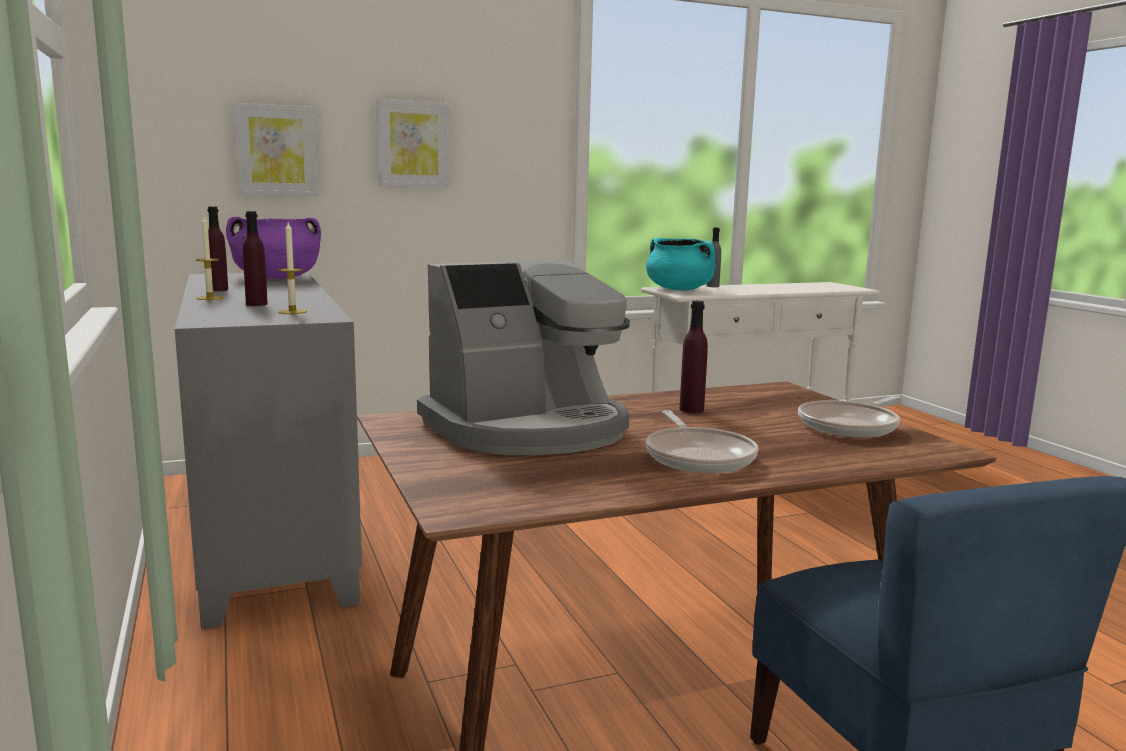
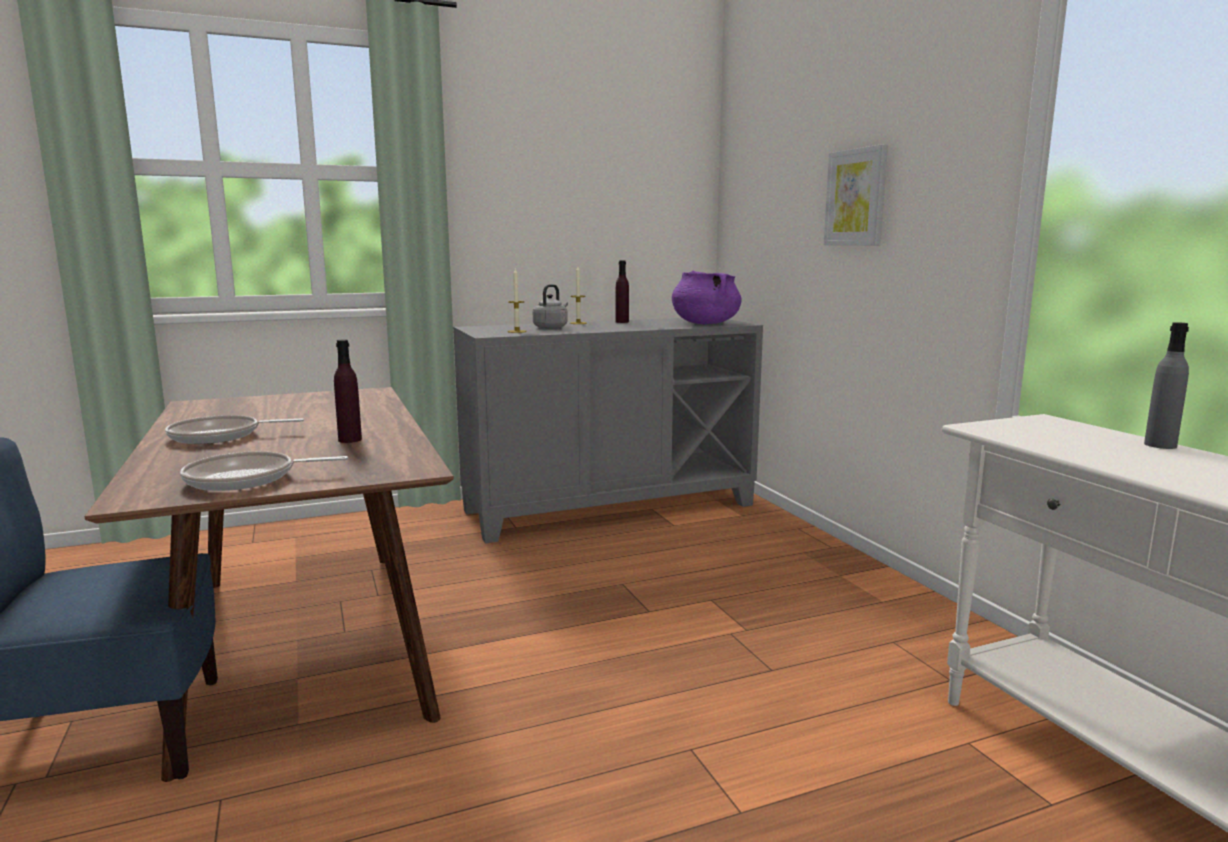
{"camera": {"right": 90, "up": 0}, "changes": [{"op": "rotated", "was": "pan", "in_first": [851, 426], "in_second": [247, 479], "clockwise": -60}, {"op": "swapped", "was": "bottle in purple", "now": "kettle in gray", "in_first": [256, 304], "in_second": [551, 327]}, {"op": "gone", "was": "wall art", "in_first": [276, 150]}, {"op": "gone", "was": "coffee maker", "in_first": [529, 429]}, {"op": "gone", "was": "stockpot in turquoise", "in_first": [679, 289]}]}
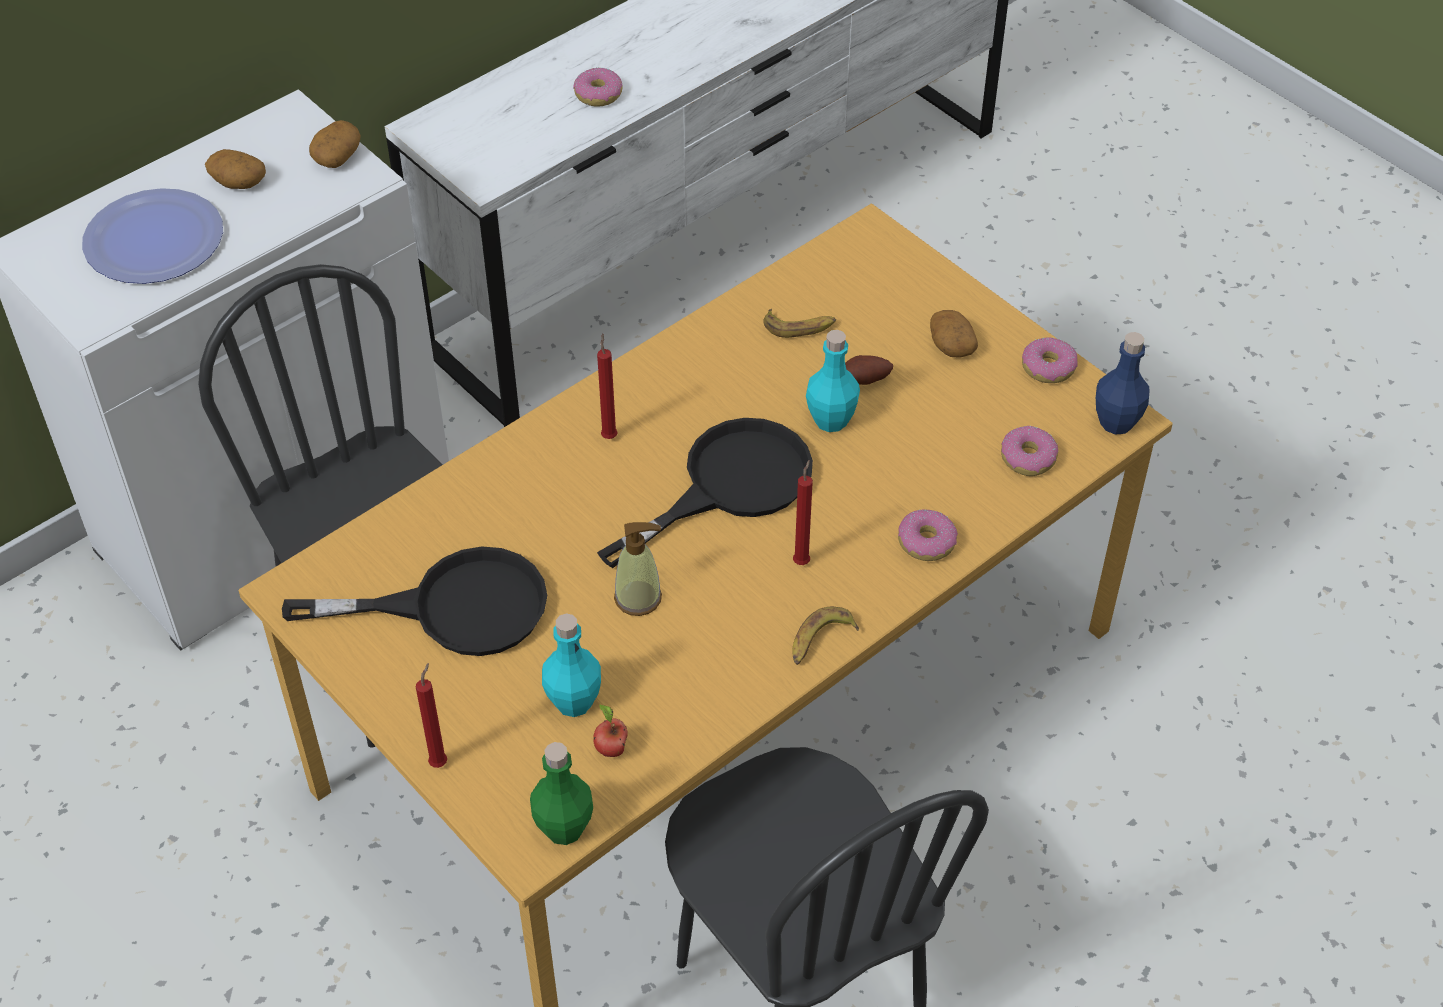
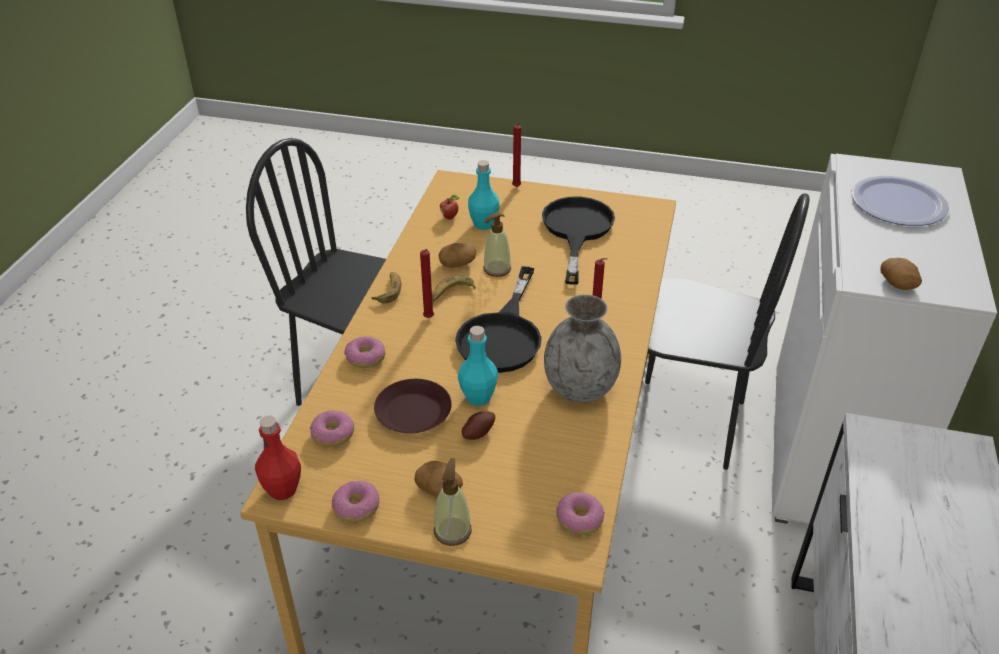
{"camera": {"right": 145, "up": -10}, "changes": [{"op": "repainted", "was": "bottle in bluish", "now": "bottle in red", "in_first": [1116, 422], "in_second": [282, 489]}, {"op": "new", "now": "dinner plate in brown-coloured", "in_second": [412, 413]}, {"op": "shifted", "was": "banana", "in_first": [799, 327], "in_second": [451, 293]}, {"op": "new", "now": "soap bottle", "in_second": [452, 531]}, {"op": "shifted", "was": "potato", "in_first": [237, 182], "in_second": [457, 263]}, {"op": "rotated", "was": "pan in black", "in_first": [454, 608], "in_second": [576, 231], "clockwise": 135}, {"op": "new", "now": "flower vase in gray", "in_second": [580, 388]}, {"op": "shifted", "was": "ring doughnut", "in_first": [598, 95], "in_second": [579, 519]}, {"op": "gone", "was": "bottle in greenish", "in_first": [564, 828]}]}
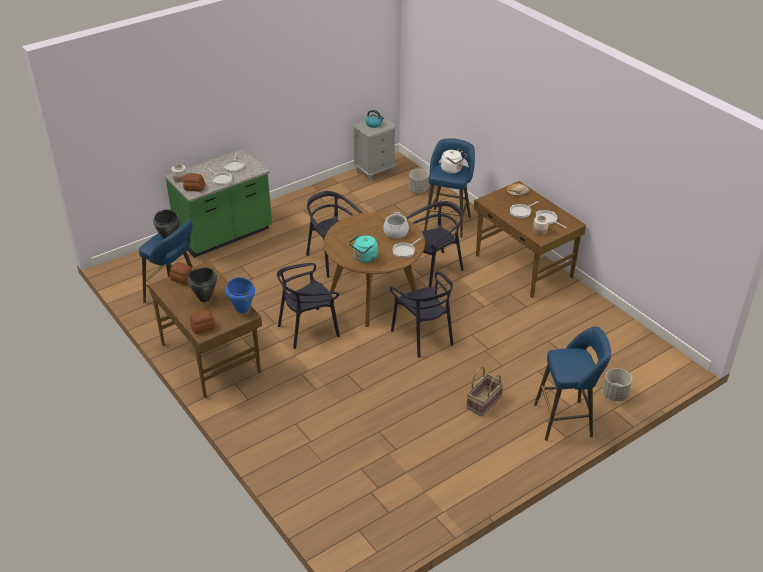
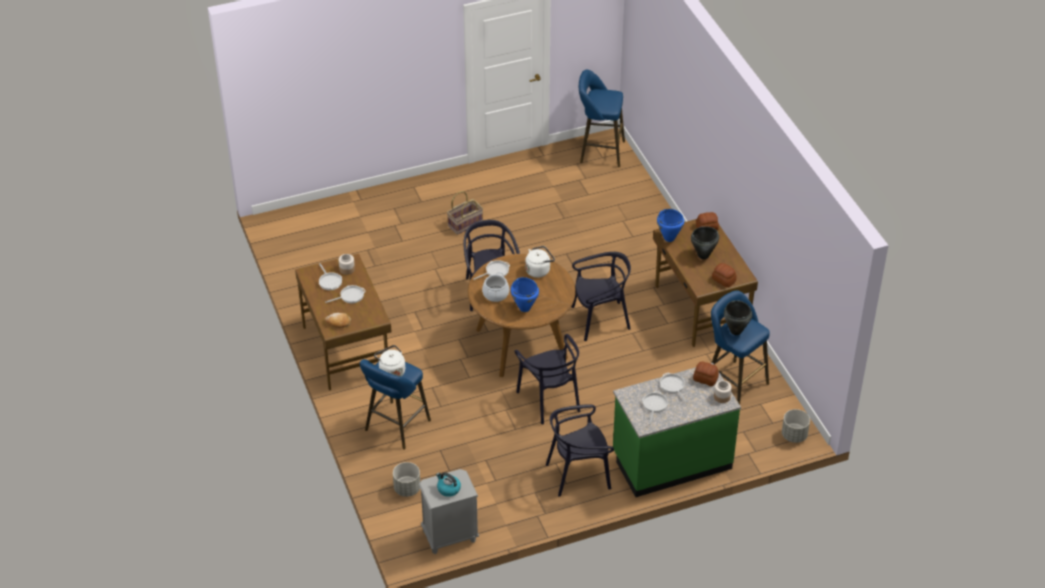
{"camera": {"right": -165, "up": 5}, "changes": [{"op": "new", "now": "stockpot in bluish", "in_second": [524, 308]}, {"op": "repainted", "was": "kettle in turquoise", "now": "kettle in white-coloured", "in_first": [364, 258], "in_second": [539, 270]}, {"op": "shifted", "was": "chair in black", "in_first": [434, 268], "in_second": [578, 474]}, {"op": "shifted", "was": "stool in bluish", "in_first": [566, 420], "in_second": [599, 151]}, {"op": "shifted", "was": "planter in gray", "in_first": [614, 394], "in_second": [794, 435]}]}
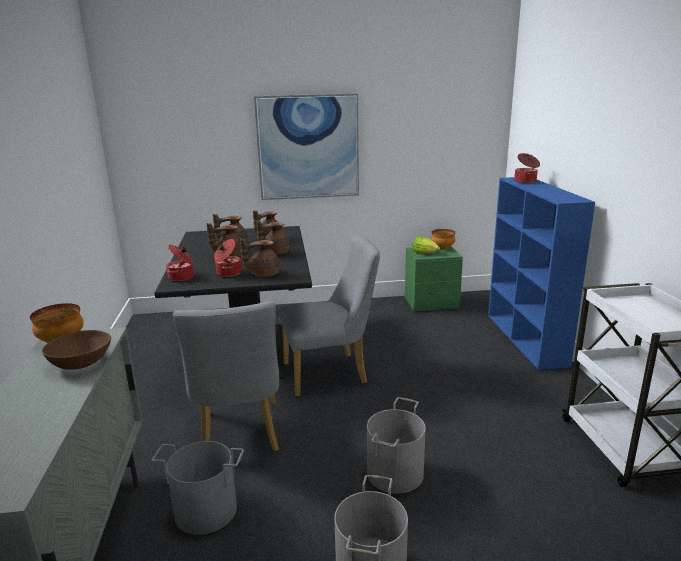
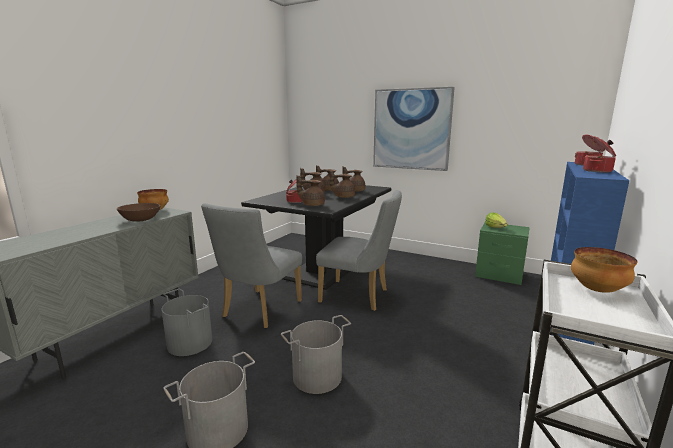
{"camera": {"right": 35, "up": -5}, "changes": [{"op": "shifted", "was": "serving bowl", "in_first": [442, 248], "in_second": [596, 290]}, {"op": "shifted", "was": "stockpot", "in_first": [182, 277], "in_second": [598, 171]}]}
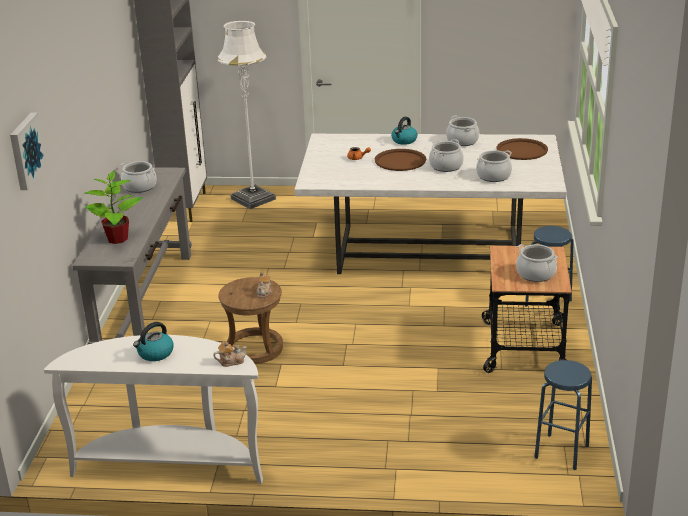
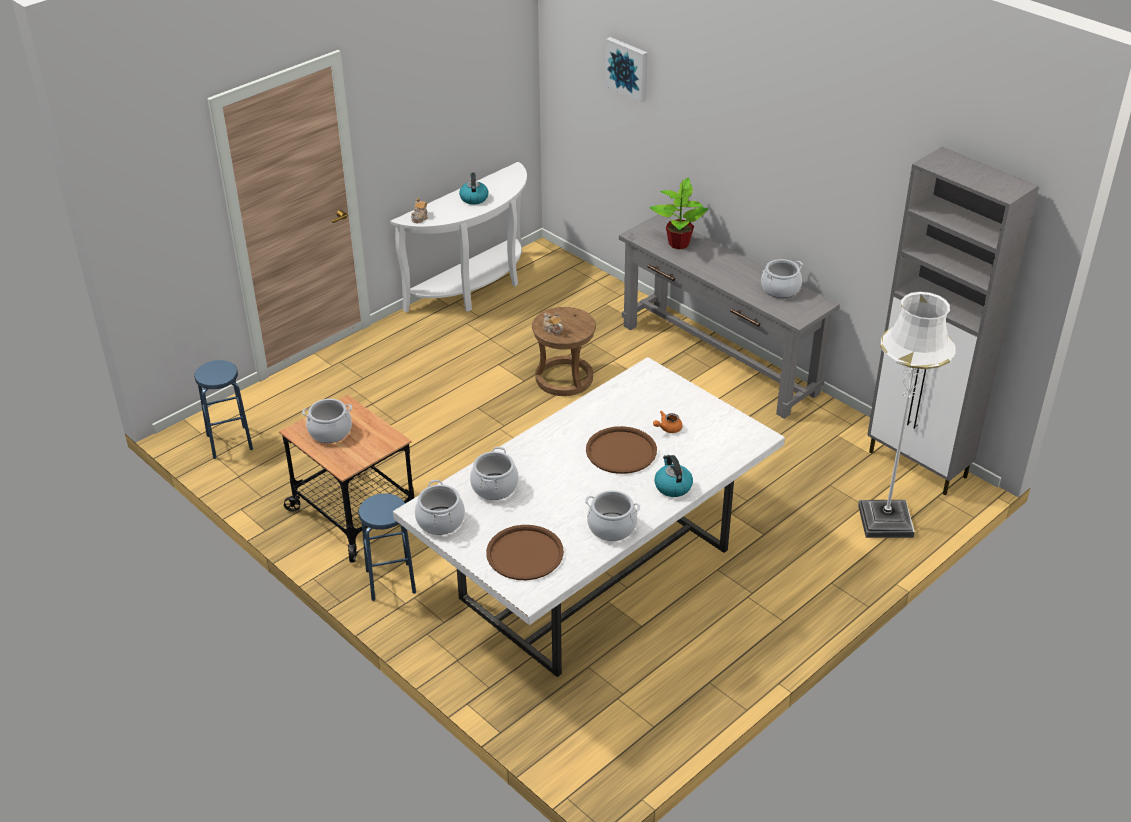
{"camera": {"right": 130, "up": 10}, "changes": [{"op": "shifted", "was": "stockpot", "in_first": [446, 166], "in_second": [440, 521]}]}
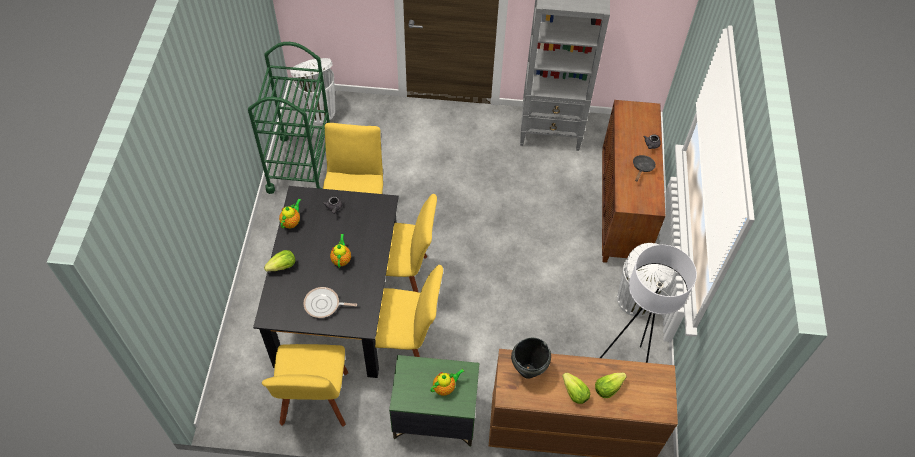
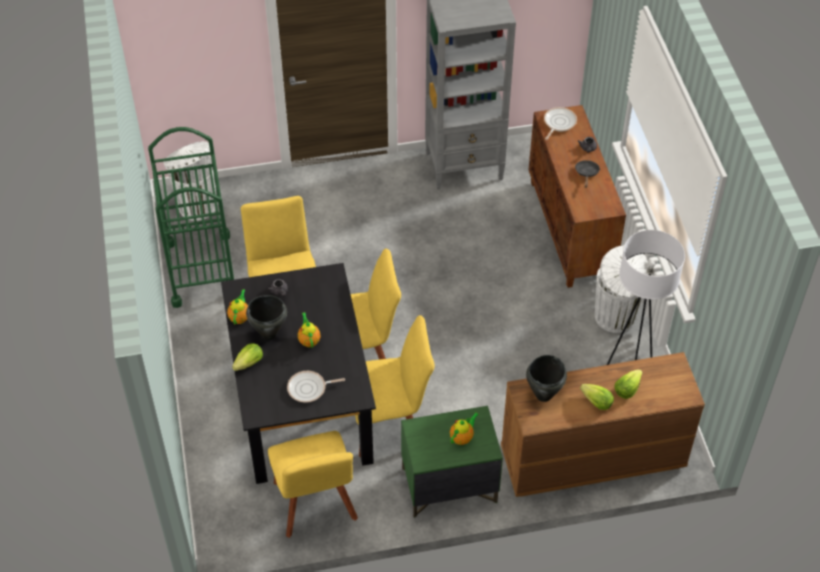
{"camera": {"right": -15, "up": -5}, "changes": [{"op": "new", "now": "stockpot in black", "in_second": [268, 333]}, {"op": "new", "now": "pan", "in_second": [558, 123]}]}
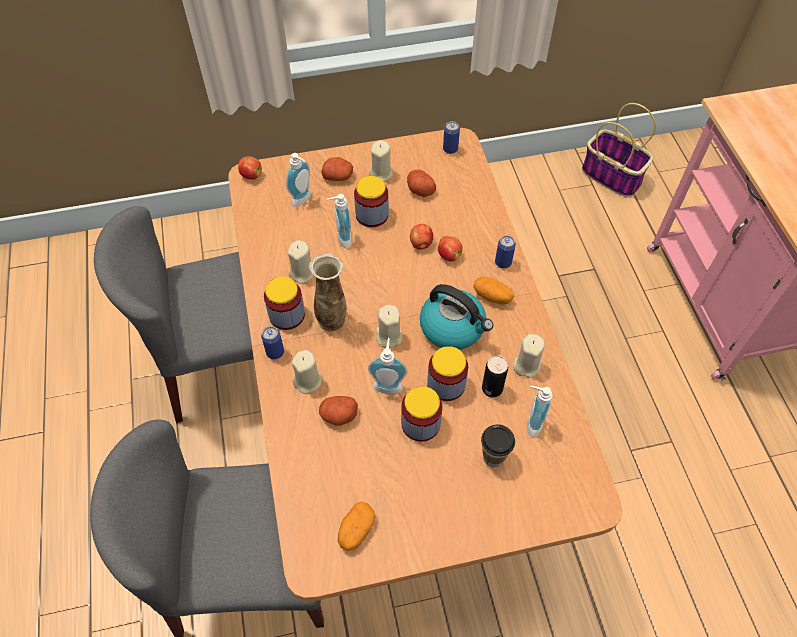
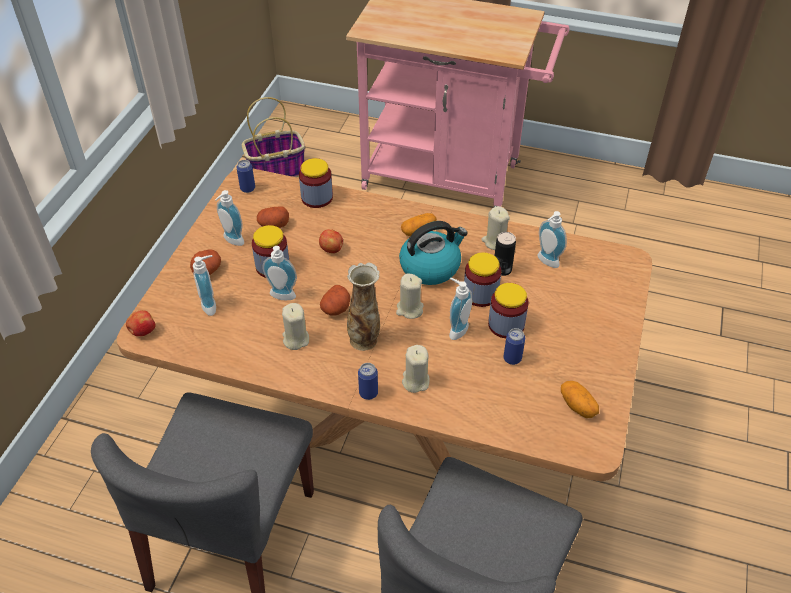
{"camera": {"right": -60, "up": -10}, "changes": [{"op": "swapped", "was": "candle in sand-coloured", "now": "soap bottle", "in_first": [381, 173], "in_second": [231, 241]}, {"op": "shifted", "was": "jar", "in_first": [287, 315], "in_second": [317, 198]}, {"op": "shifted", "was": "potato", "in_first": [338, 415], "in_second": [336, 308]}, {"op": "shifted", "was": "sealed can", "in_first": [503, 262], "in_second": [512, 358]}, {"op": "gone", "was": "whole apple", "in_first": [448, 255]}, {"op": "gone", "was": "small cup", "in_first": [493, 457]}]}
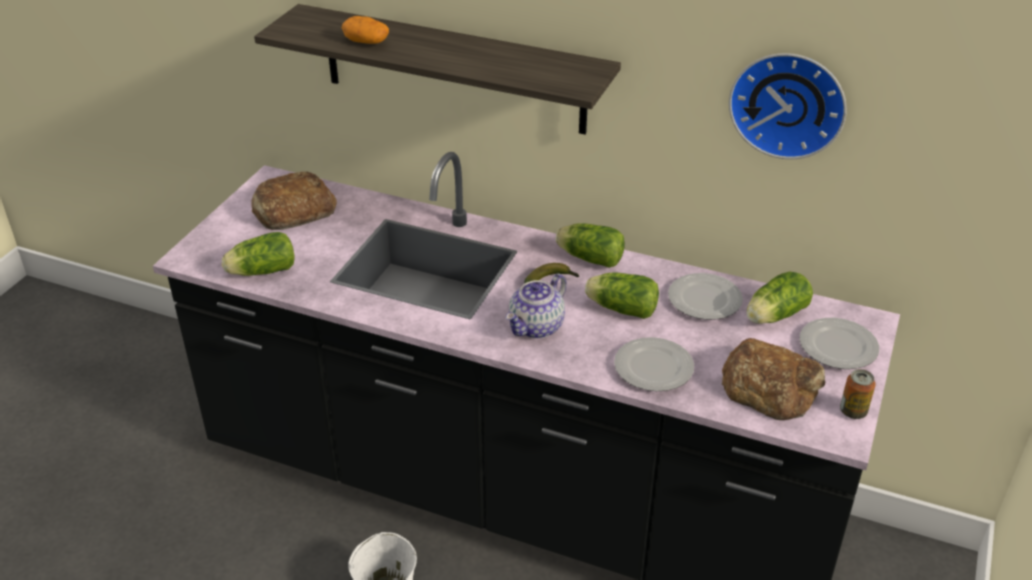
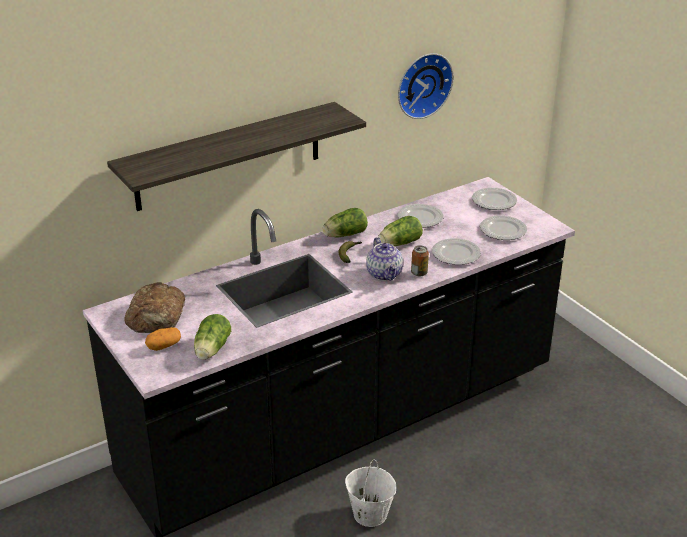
{"camera": {"right": -55, "up": -5}, "changes": [{"op": "shifted", "was": "potato", "in_first": [366, 42], "in_second": [164, 346]}, {"op": "shifted", "was": "sealed can", "in_first": [853, 411], "in_second": [419, 273]}, {"op": "swapped", "was": "baked bread", "now": "dinner plate", "in_first": [770, 386], "in_second": [503, 230]}, {"op": "gone", "was": "head of lettuce", "in_first": [773, 316]}]}
